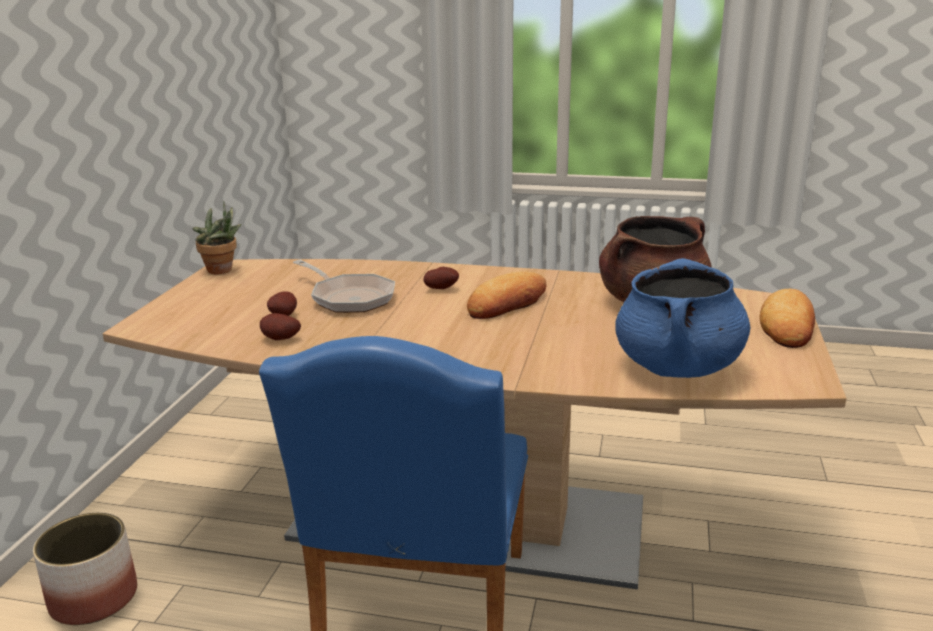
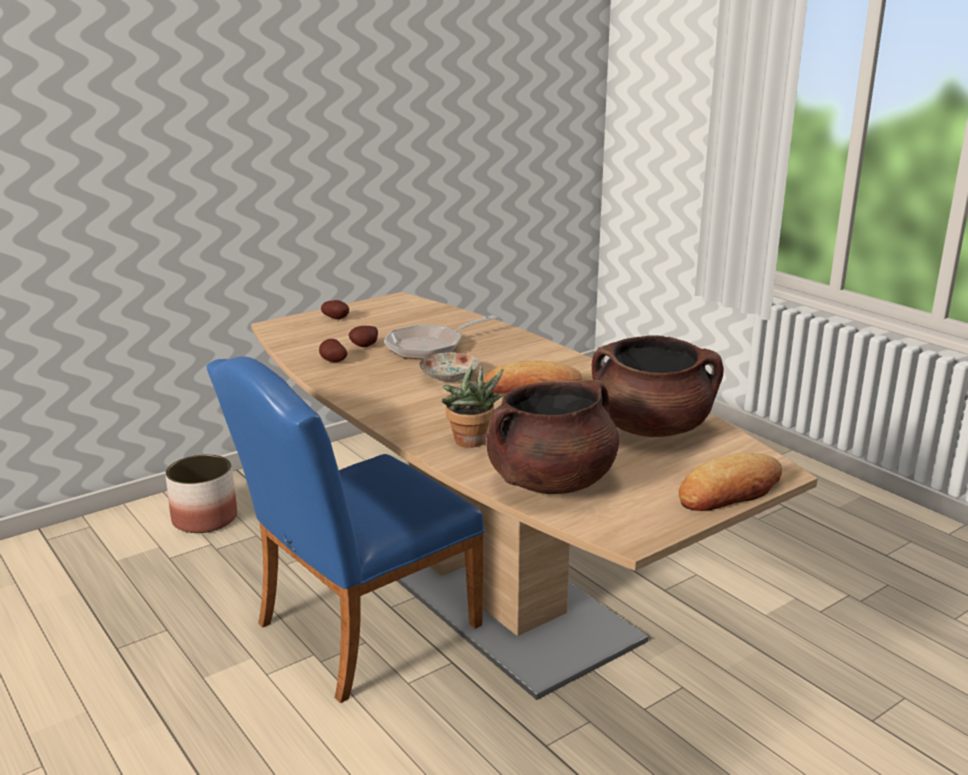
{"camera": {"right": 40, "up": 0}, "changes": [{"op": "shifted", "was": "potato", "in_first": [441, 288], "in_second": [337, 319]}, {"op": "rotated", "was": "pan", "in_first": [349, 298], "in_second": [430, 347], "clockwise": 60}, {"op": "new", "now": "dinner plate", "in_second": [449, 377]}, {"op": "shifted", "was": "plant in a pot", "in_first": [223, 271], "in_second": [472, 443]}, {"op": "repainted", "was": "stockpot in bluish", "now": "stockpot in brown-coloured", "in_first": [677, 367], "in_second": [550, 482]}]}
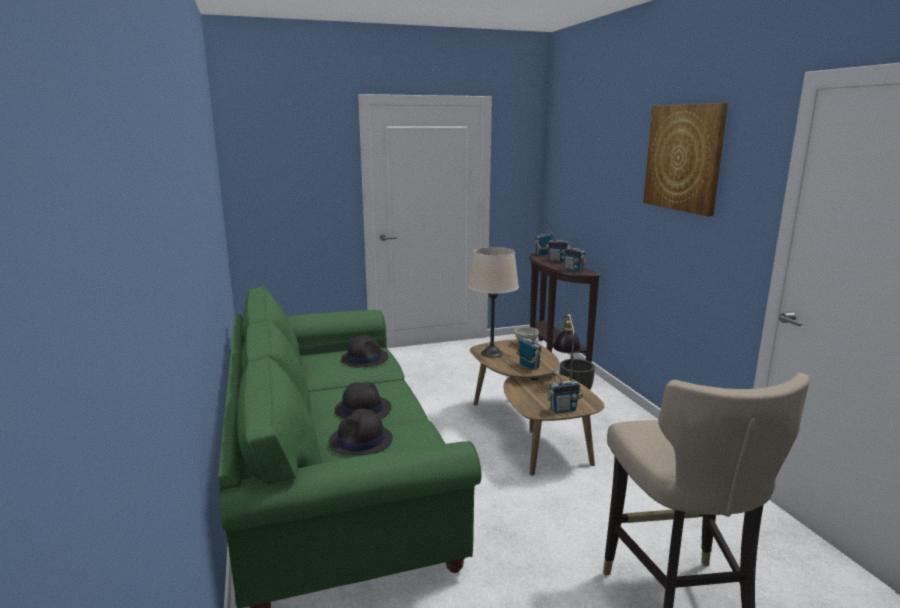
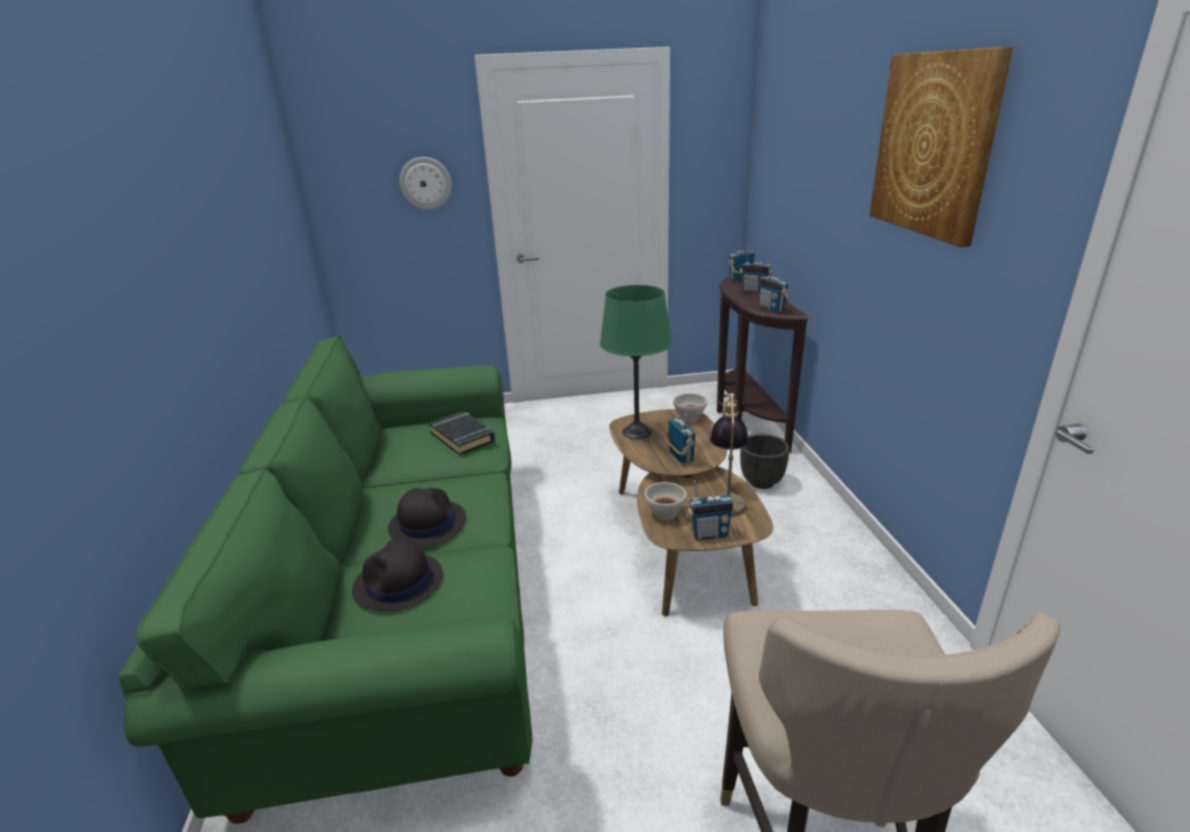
{"camera": {"right": 10, "up": 10}, "changes": [{"op": "new", "now": "hanging clock", "in_second": [425, 183]}, {"op": "swapped", "was": "clothing hat in black", "now": "bound book in black", "in_first": [364, 358], "in_second": [463, 437]}, {"op": "repainted", "was": "lamp for a table in sand-coloured", "now": "lamp for a table in greenish", "in_first": [492, 353], "in_second": [637, 432]}, {"op": "new", "now": "serving bowl in white-coloured", "in_second": [664, 513]}]}
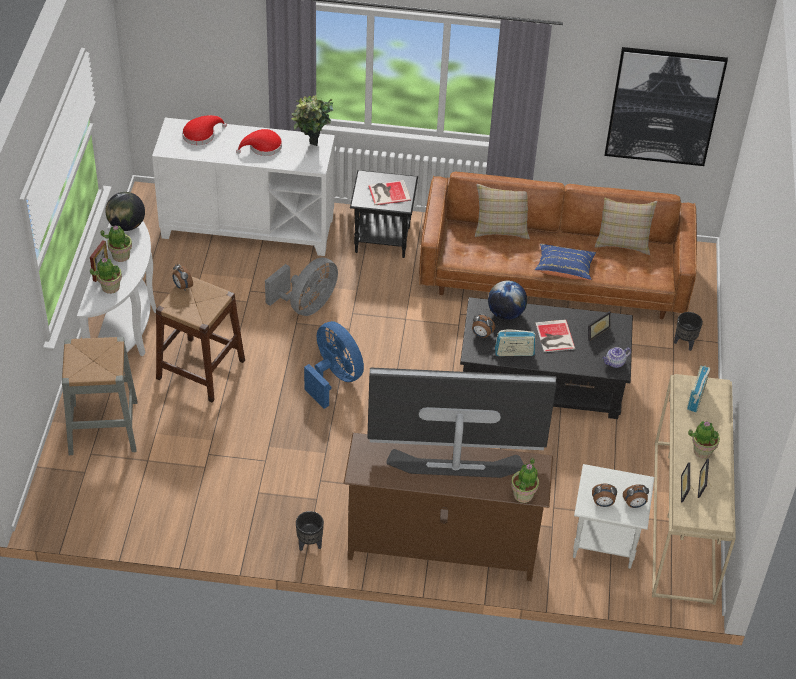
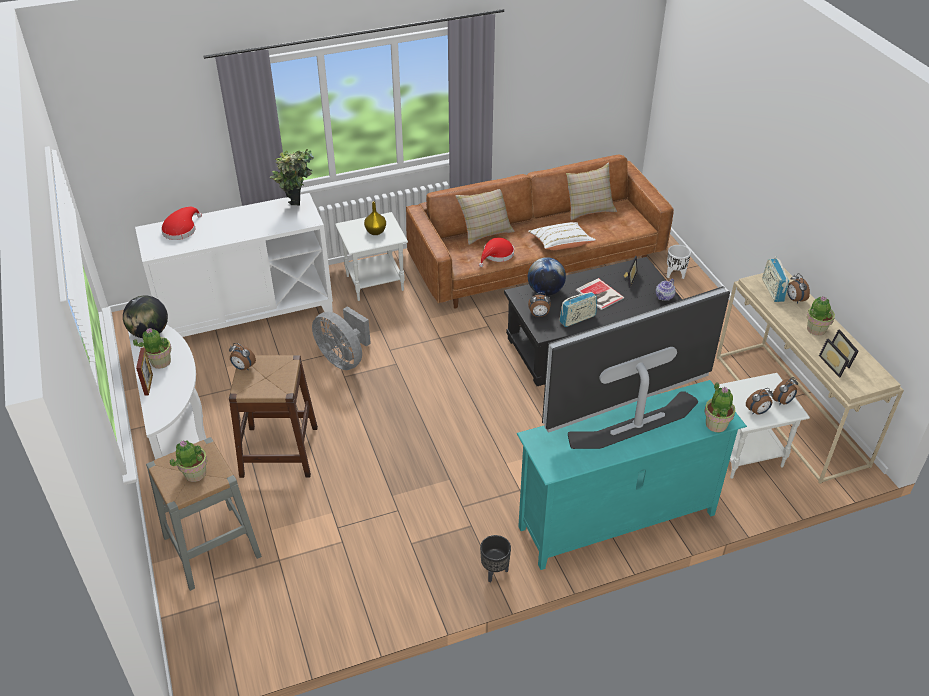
{"camera": {"right": -25, "up": -5}, "changes": [{"op": "shifted", "was": "plant in a pot", "in_first": [110, 287], "in_second": [194, 473]}, {"op": "rotated", "was": "electric fan in gray", "in_first": [306, 305], "in_second": [344, 359], "clockwise": 120}, {"op": "repainted", "was": "accent table in black", "now": "accent table in white-coloured", "in_first": [383, 240], "in_second": [375, 283]}, {"op": "swapped", "was": "bound book", "now": "flower vase in yellow-coloured", "in_first": [388, 192], "in_second": [375, 232]}, {"op": "shifted", "was": "clothing hat in red", "in_first": [263, 147], "in_second": [497, 255]}, {"op": "repainted", "was": "tv stand in brown-coloured", "now": "tv stand in turquoise", "in_first": [441, 549], "in_second": [616, 521]}, {"op": "repainted", "was": "cushion in bluish", "now": "cushion in white-coloured", "in_first": [564, 270], "in_second": [561, 245]}, {"op": "repainted", "was": "planter in black", "now": "planter in white-coloured", "in_first": [684, 343], "in_second": [675, 275]}, {"op": "new", "now": "bedside clock", "in_second": [794, 299]}, {"op": "gone", "was": "electric fan in bluish", "in_first": [334, 378]}, {"op": "gone", "was": "wall art", "in_first": [664, 106]}]}
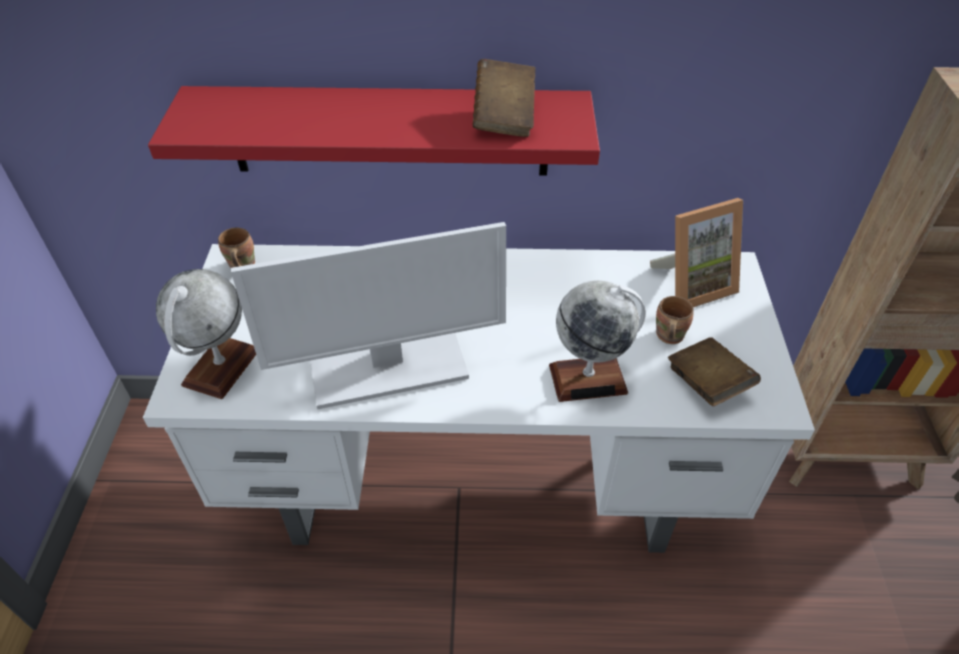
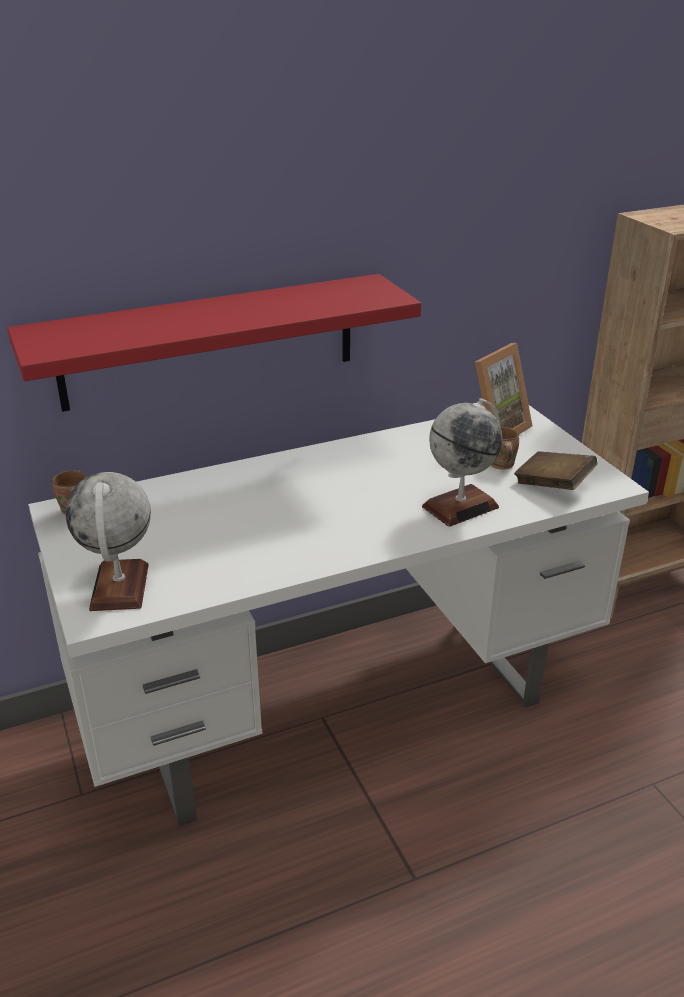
{"camera": {"right": -25, "up": -15}, "changes": [{"op": "gone", "was": "computer display", "in_first": [386, 367]}, {"op": "gone", "was": "bound book in brown-coloured", "in_first": [504, 117]}]}
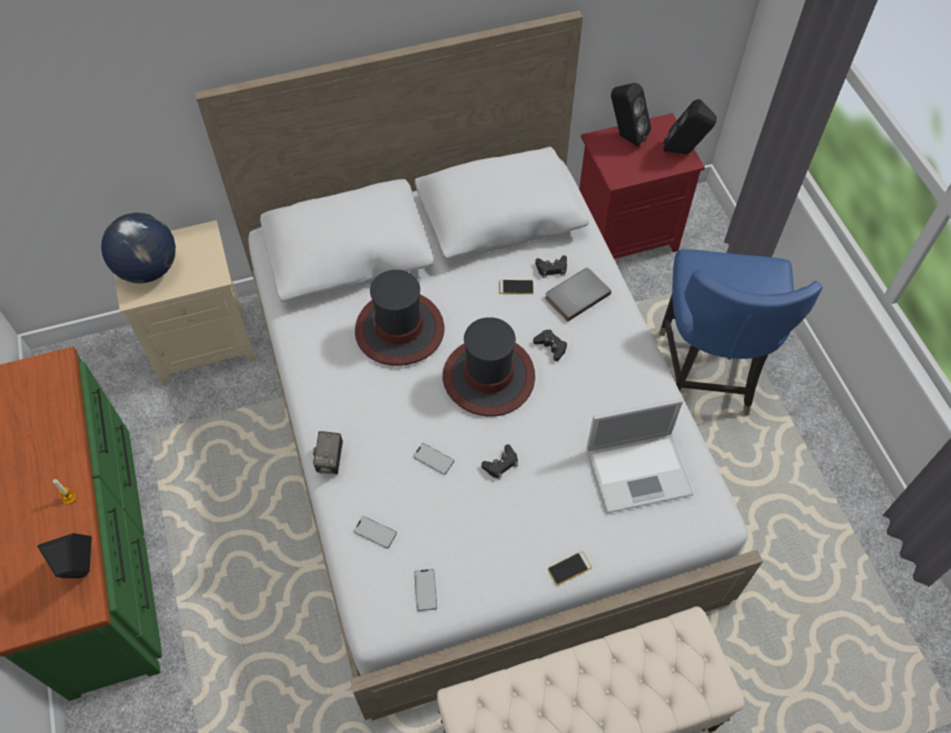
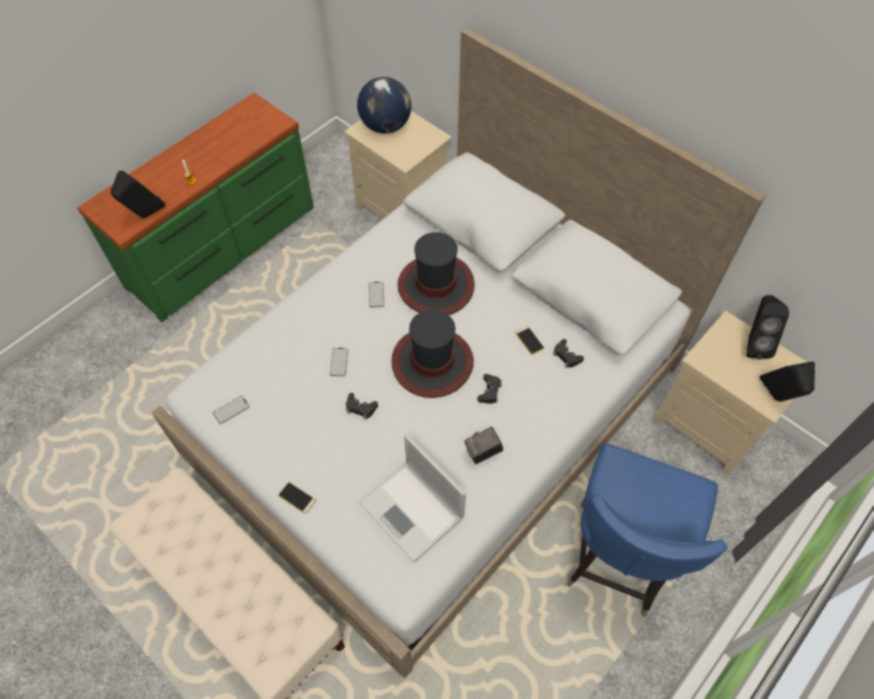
{"camera": {"right": 60, "up": 0}, "changes": [{"op": "shifted", "was": "phone", "in_first": [375, 532], "in_second": [376, 295]}, {"op": "shifted", "was": "photo camera", "in_first": [330, 461], "in_second": [483, 452]}, {"op": "rotated", "was": "chair in bluish", "in_first": [707, 372], "in_second": [617, 558], "clockwise": -45}, {"op": "repainted", "was": "nightstand in red", "now": "nightstand in sand-coloured", "in_first": [626, 234], "in_second": [710, 425]}, {"op": "gone", "was": "bound book in gray", "in_first": [576, 294]}]}
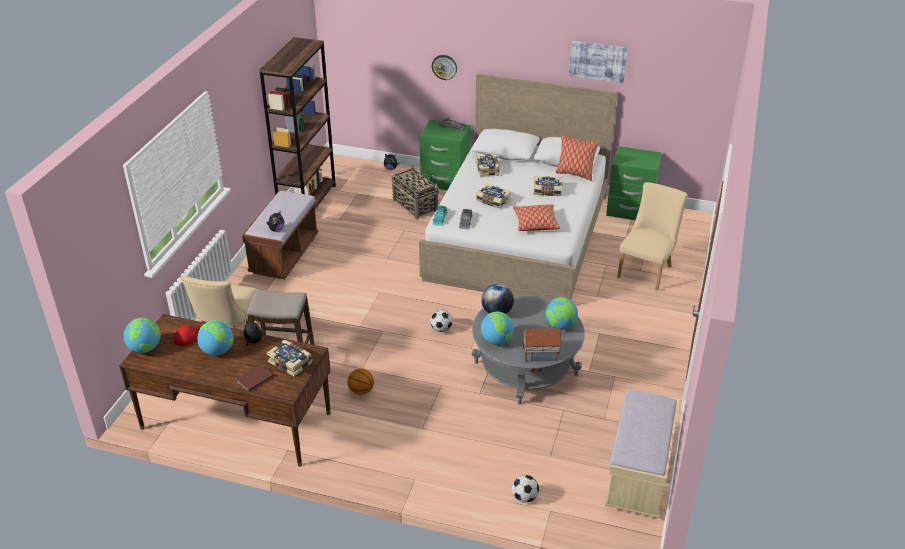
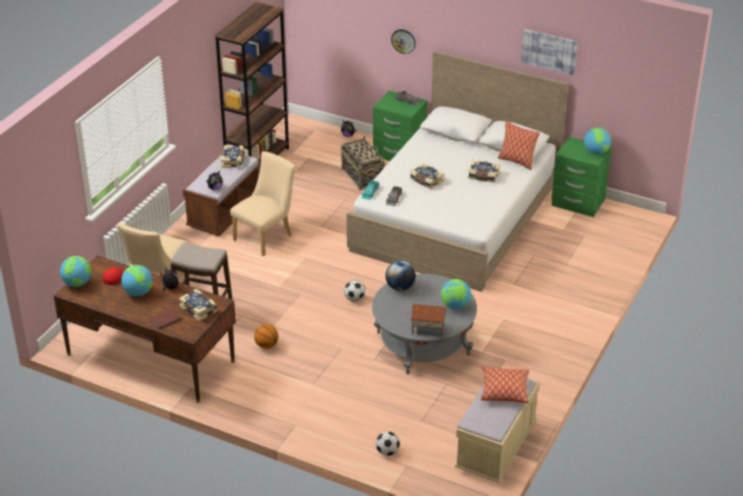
{"camera": {"right": 10, "up": 0}, "changes": [{"op": "shifted", "was": "bound book", "in_first": [488, 169], "in_second": [233, 161]}, {"op": "shifted", "was": "chair in sand-coloured", "in_first": [647, 270], "in_second": [266, 236]}, {"op": "shifted", "was": "cushion", "in_first": [535, 223], "in_second": [504, 390]}, {"op": "shifted", "was": "desk globe", "in_first": [496, 340], "in_second": [596, 152]}]}
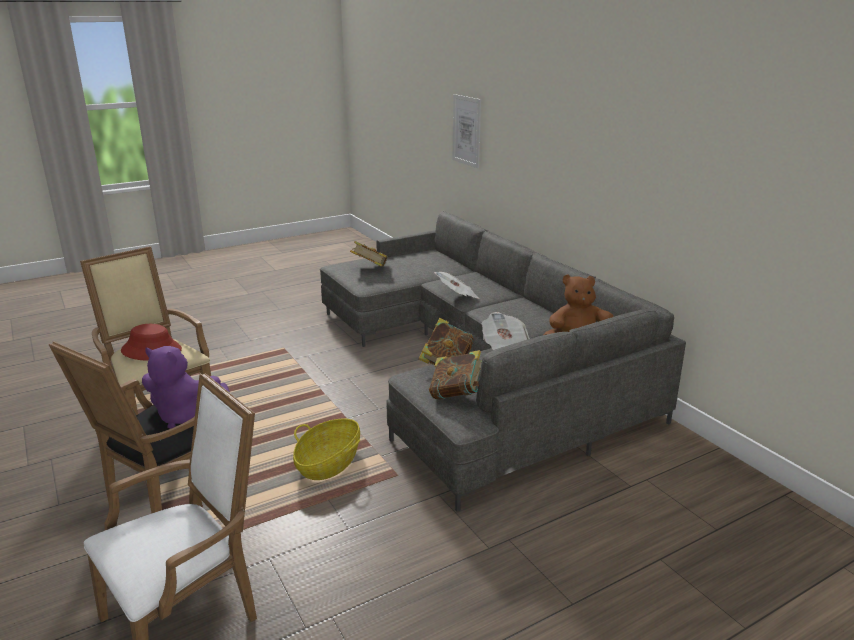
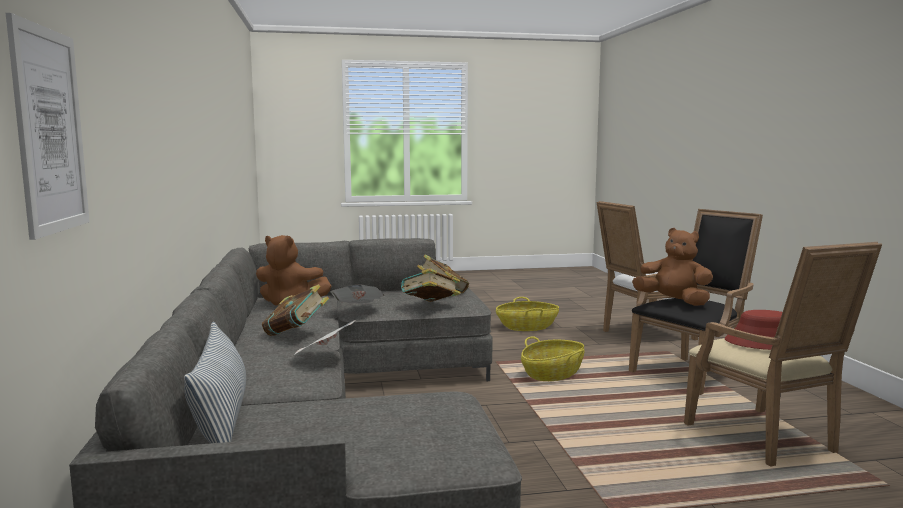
{"camera": {"right": -160, "up": -15}, "changes": [{"op": "new", "now": "cushion", "in_second": [221, 421]}, {"op": "shifted", "was": "bound book", "in_first": [369, 268], "in_second": [296, 334]}, {"op": "new", "now": "basket", "in_second": [527, 327]}, {"op": "repainted", "was": "soft toy in purple", "now": "soft toy in brown-coloured", "in_first": [185, 416], "in_second": [673, 302]}]}
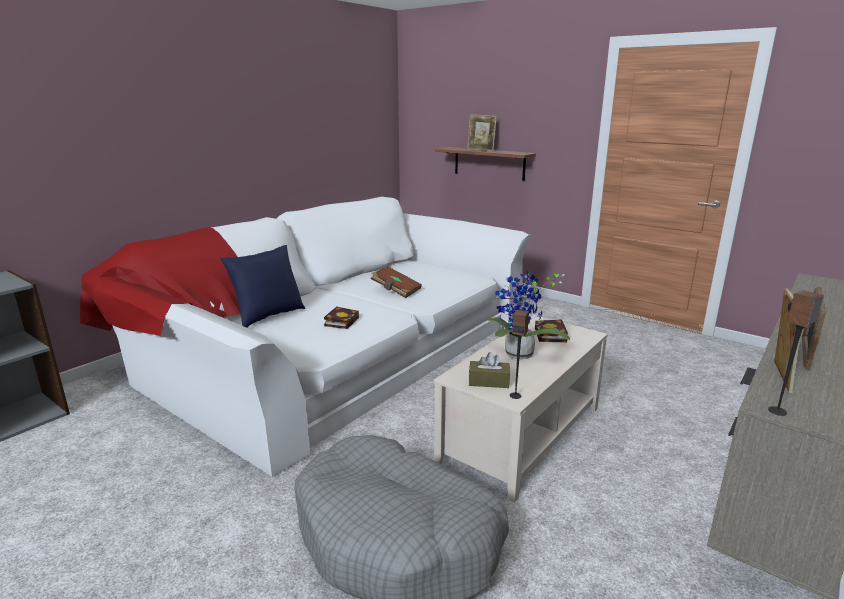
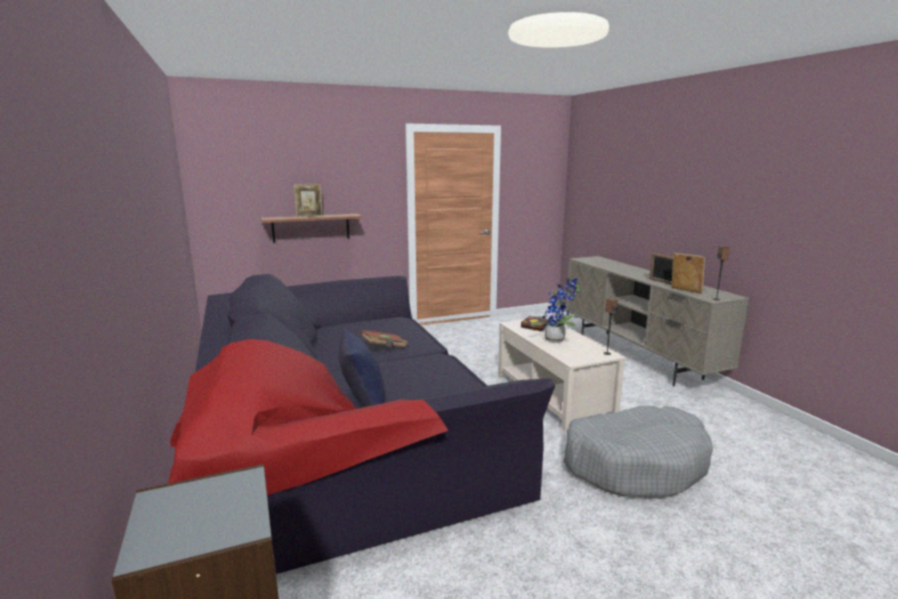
{"camera": {"right": -60, "up": -5}, "changes": [{"op": "repainted", "was": "settee in white-coloured", "now": "settee in black", "in_first": [335, 345], "in_second": [342, 426]}, {"op": "gone", "was": "bound book", "in_first": [341, 321]}, {"op": "gone", "was": "box of tissues in brown-coloured", "in_first": [488, 382]}]}
